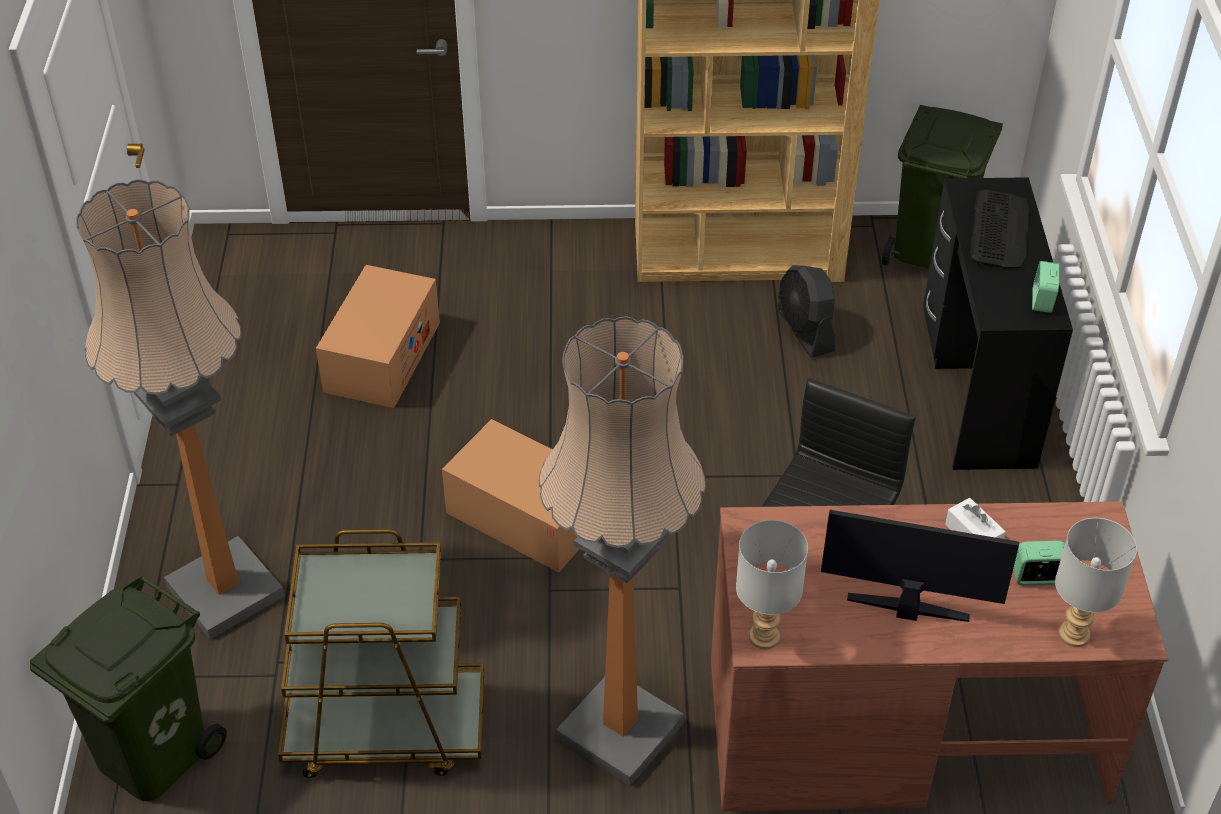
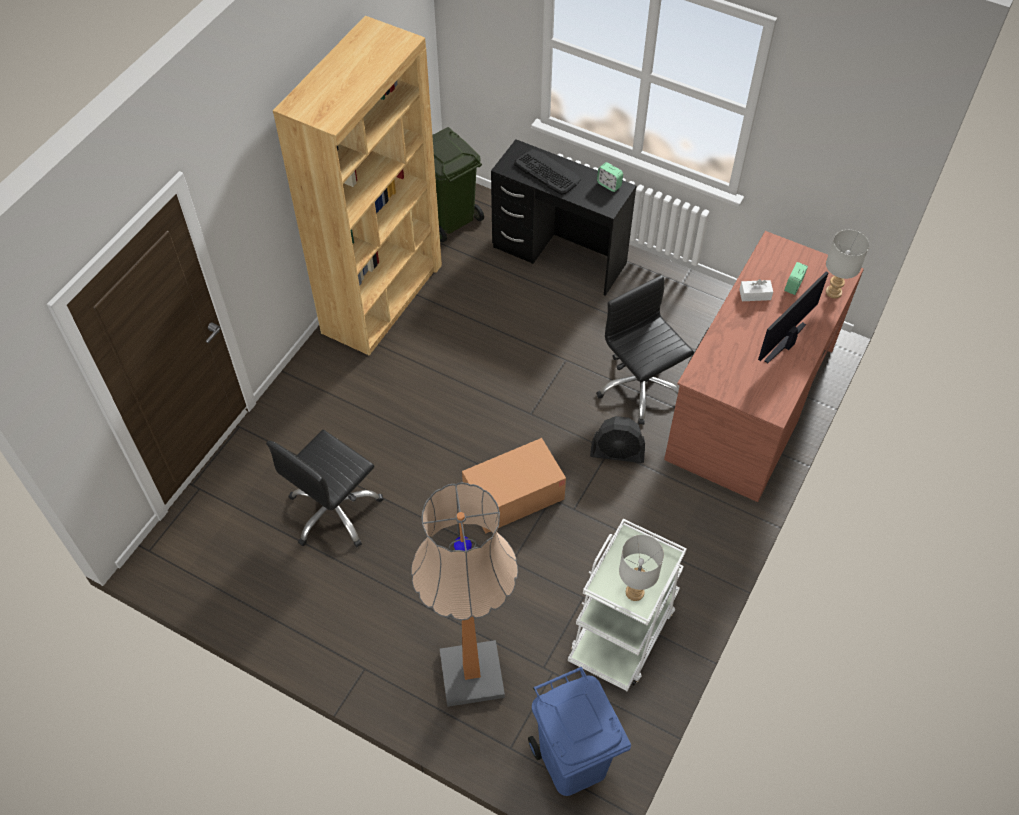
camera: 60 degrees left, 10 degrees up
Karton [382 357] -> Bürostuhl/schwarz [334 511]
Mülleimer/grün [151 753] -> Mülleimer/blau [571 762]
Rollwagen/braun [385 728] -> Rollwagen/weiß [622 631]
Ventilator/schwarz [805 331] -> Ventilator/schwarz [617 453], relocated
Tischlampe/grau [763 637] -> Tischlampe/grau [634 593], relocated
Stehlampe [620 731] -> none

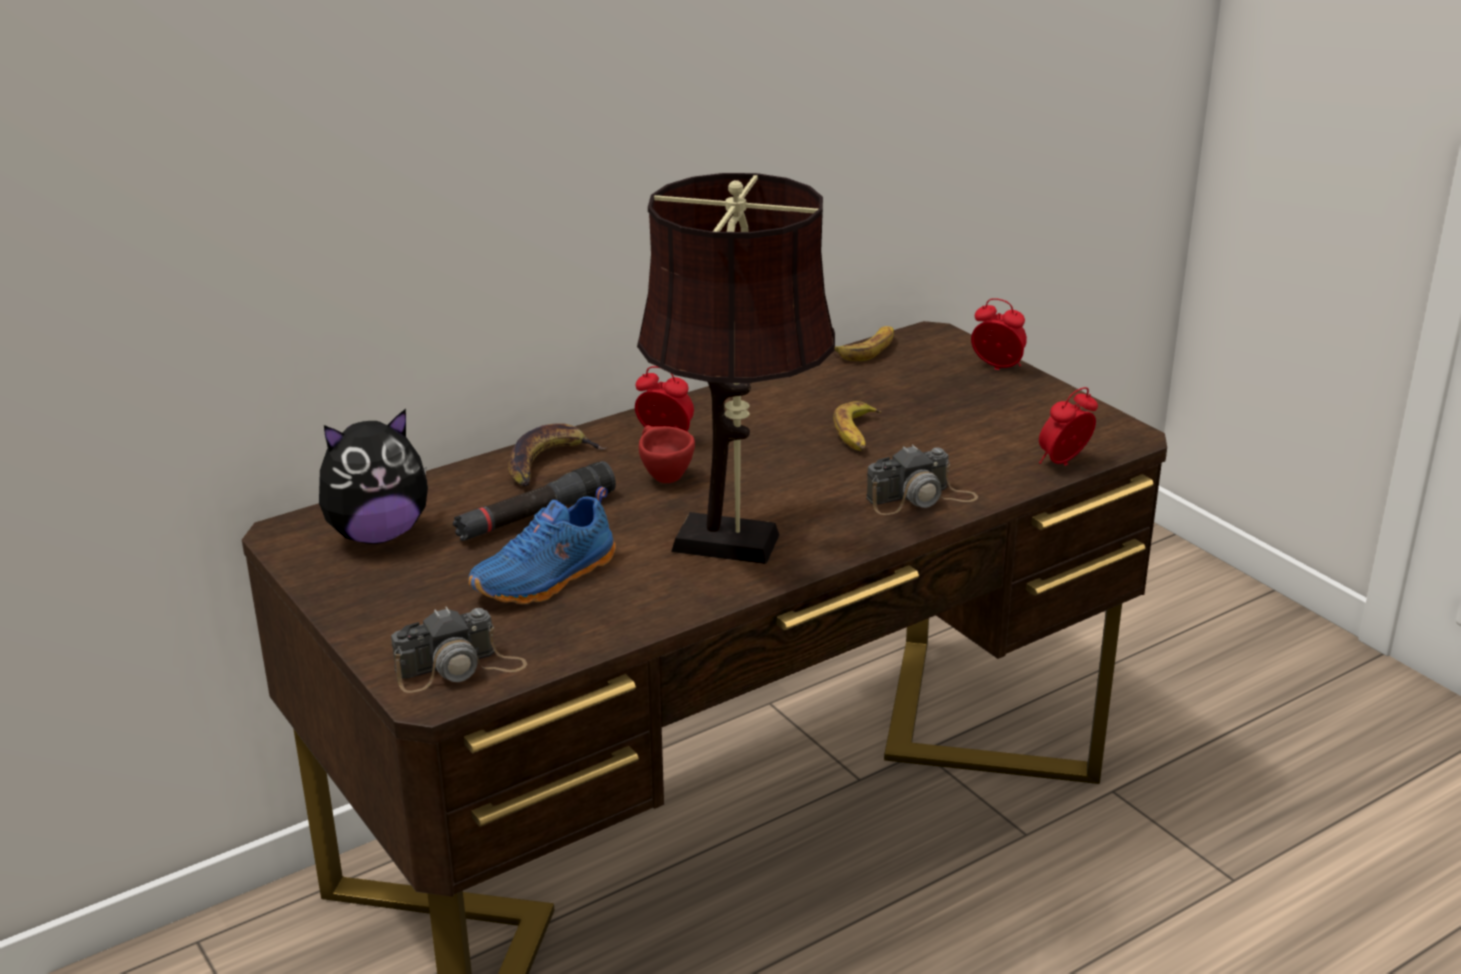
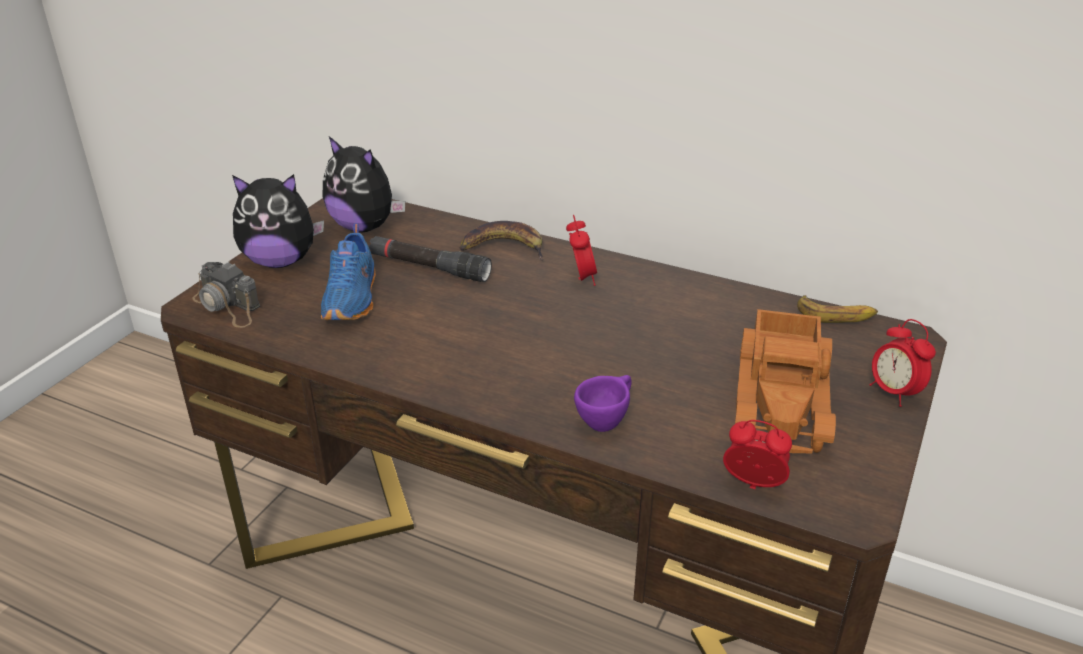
camera: 60 degrees right, 5 degrees up
none -> Plüschtier [280 261]
Schuh/blau [547 579] -> Schuh/blau [353 299], 105 degrees counterclockwise
Kamera [921 498] -> Tasse/lila [605 421]
none -> Spielzeuglaster [784 398]
Wecker [997 368] -> Wecker [893 393], 150 degrees clockwise
Tischlampe/braun [736 545] -> none
Tasse/rot [662 476] -> none
Banane [857 434] -> none

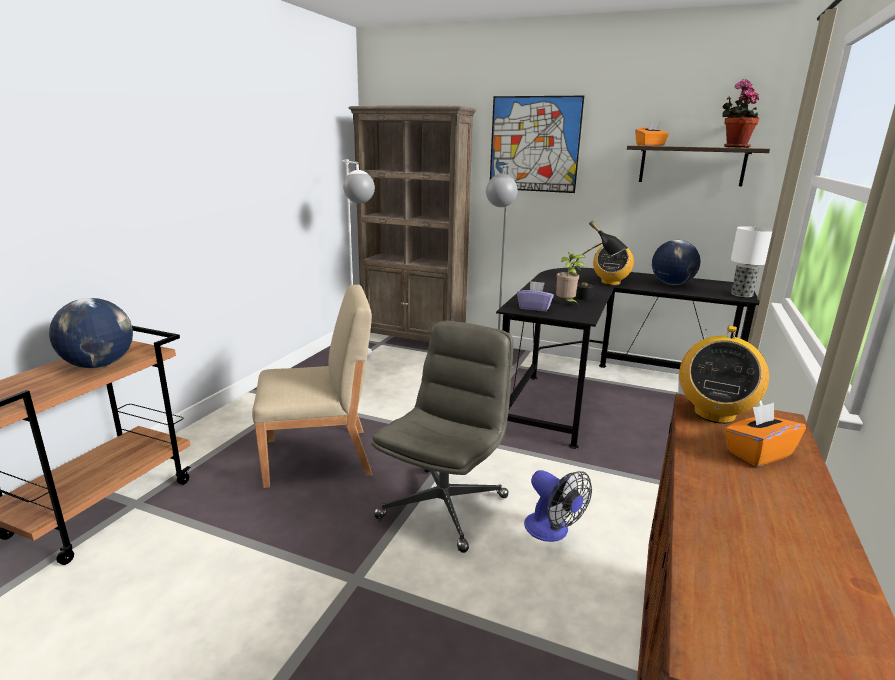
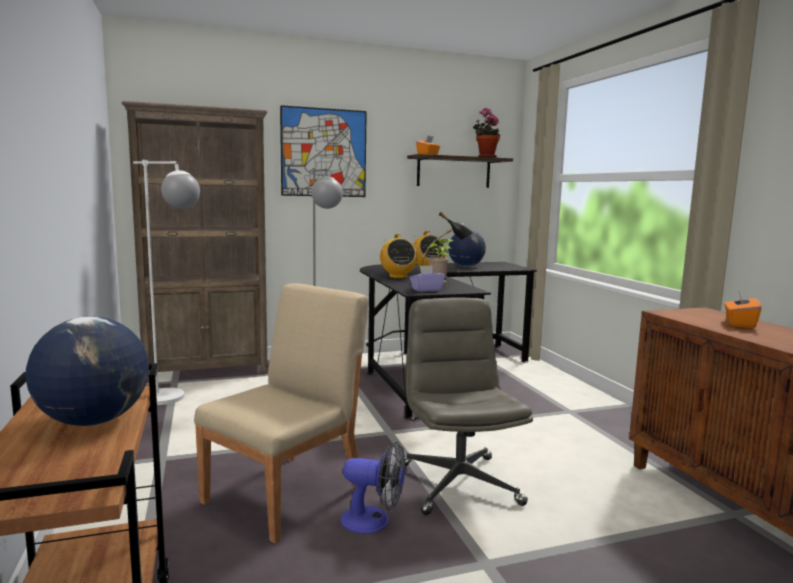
camera: 40 degrees left, 10 degrees down
Ventilator [552 531] -> Ventilator [374 521], relocated
Radio [714 414] -> Radio [398 277], relocated
Tischlampe [741 294] -> none

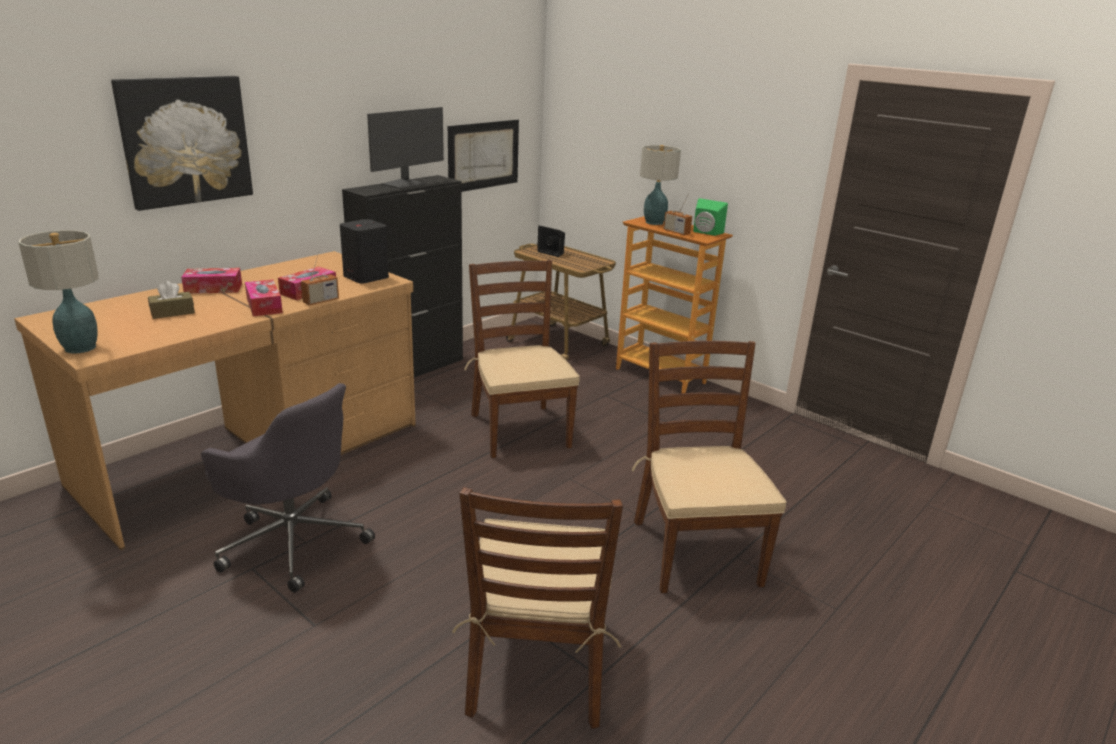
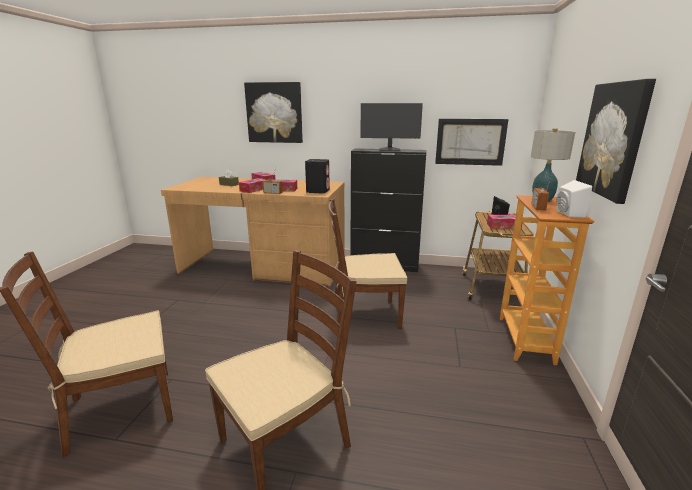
camera: 60 degrees right, 5 degrees down
Stuhl/braun [519 430] -> Stuhl/braun [365 315], 135 degrees counterclockwise
none -> Taschentuchbox [503 226]
Lautsprecher/grün [705 233] -> Lautsprecher/weiß [567 214]
none -> Bild [613 139]
Tischlampe [81 348] -> none
Bürostuhl/grau [293 541] -> none

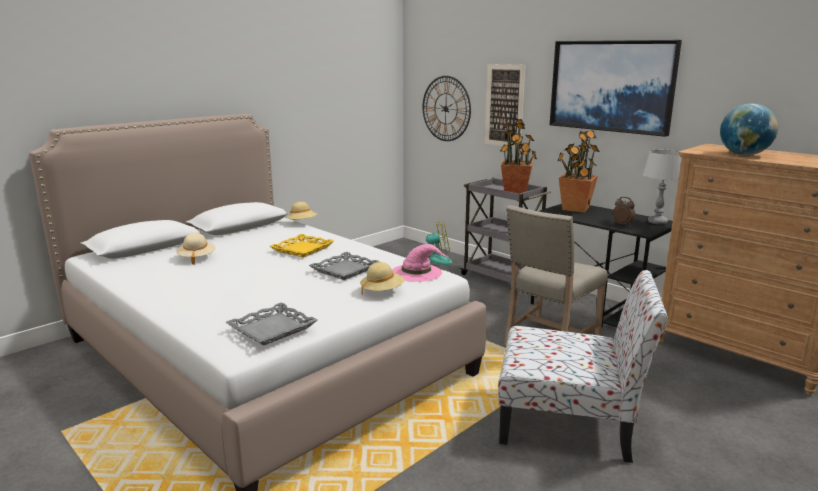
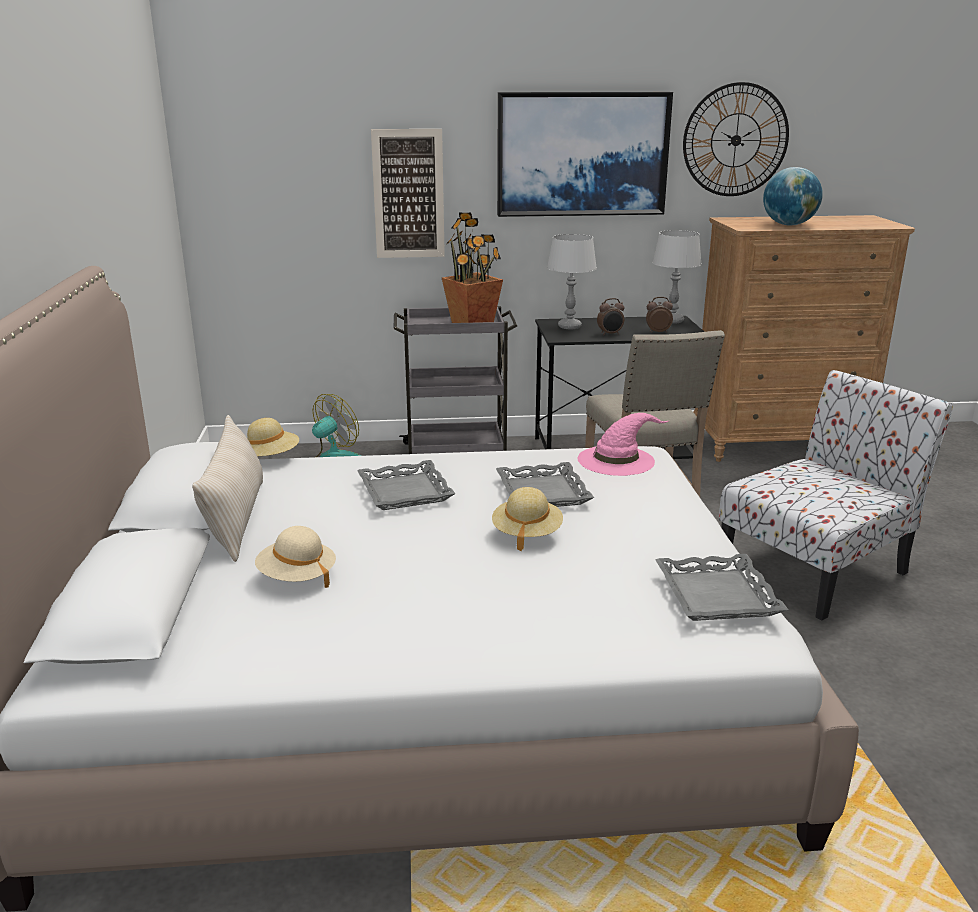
camera: 50 degrees left, 5 degrees up
none -> Kissen/beige [236 519]
Tablett/gelb [303 249] -> Tablett/grau [406 492]
Hut/beige [382 291] -> Hut/beige [526 533], relocated
Topfpflanze [575 208] -> Tischlampe/grau [569 326]
none -> Wecker [610 334]
Wanduhr [446 108] -> Wanduhr [735 140], relocated

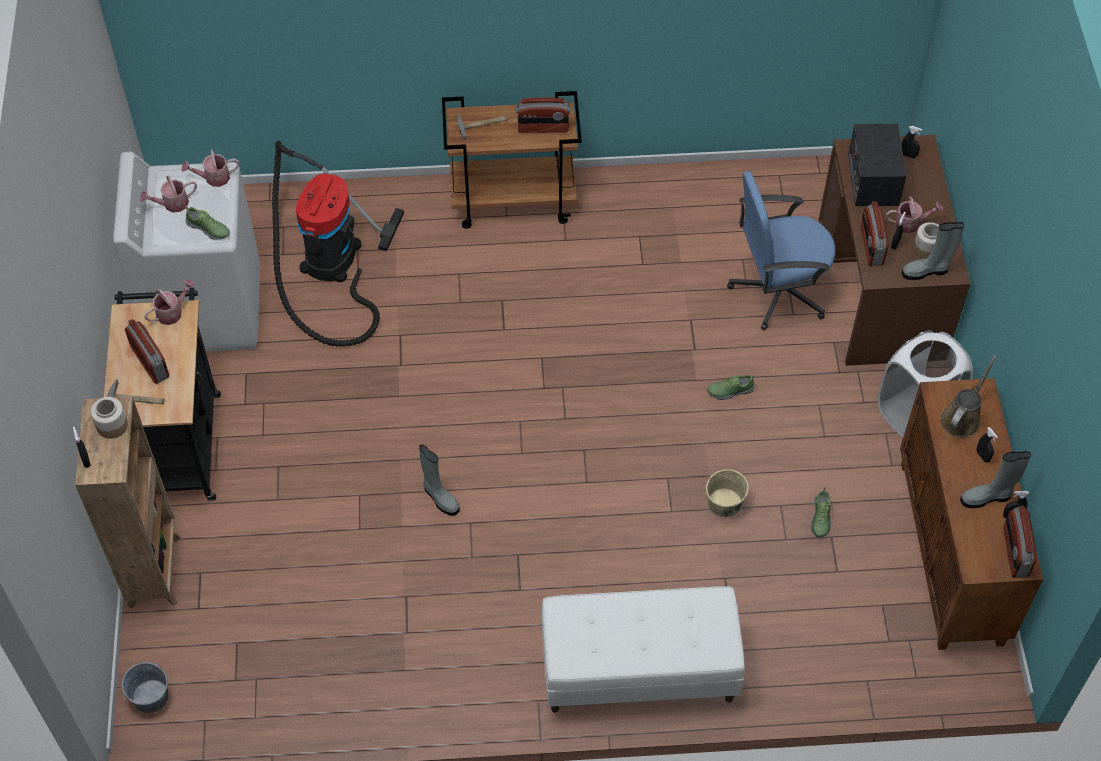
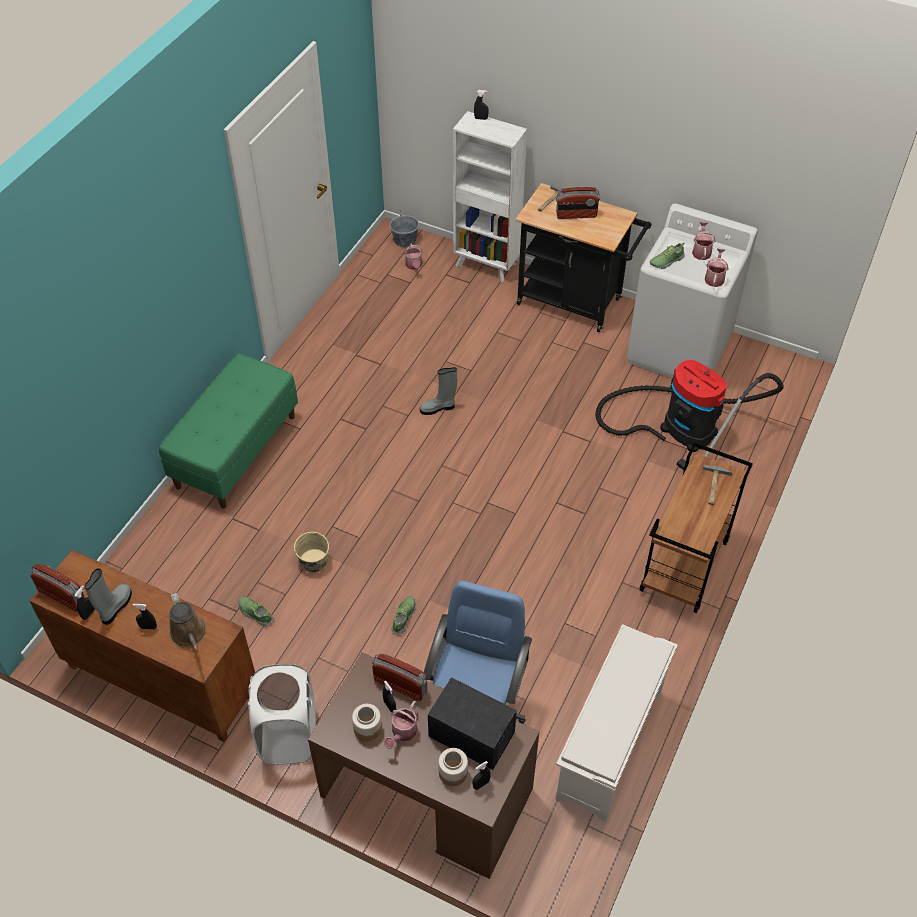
camera: 120 degrees right, 5 degrees down
Bank/weiß [638 672] -> Bank/grün [236 450]
Gießkanne [172 312] -> Gießkanne [414 266], relocated
Vorratsglas [112 425] -> Vorratsglas [453 772], relocated
Bücherregal/braun [155 569] -> Bücherregal/weiß [487 265]
none -> Schuhregal/weiß [610 746]
Radio [543 128] -> none
Stiefel/grau [926 271] -> none

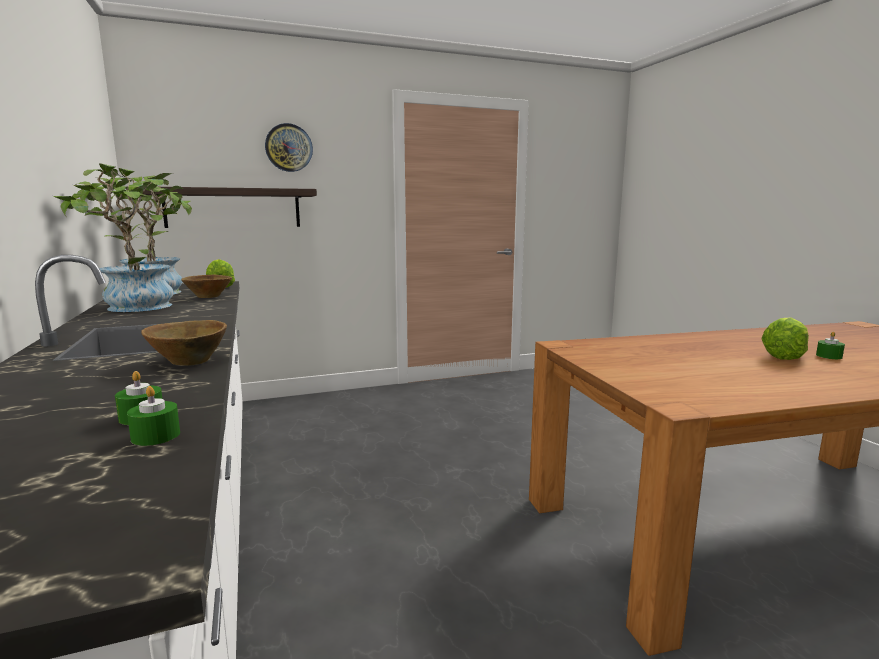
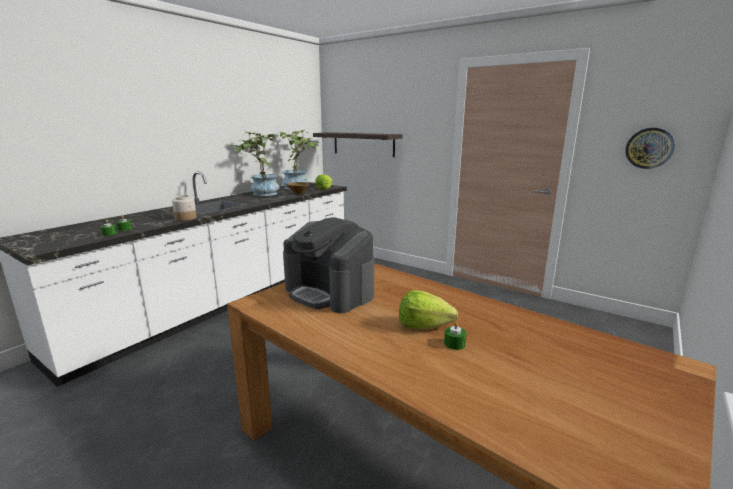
camera: 55 degrees right, 5 degrees up
Schüssel/braun [188 361] -> Vorratsglas [186 218]
none -> Kaffeemaschine [330 292]
Wanduhr [289 148] -> Wanduhr [649 148], relocated

